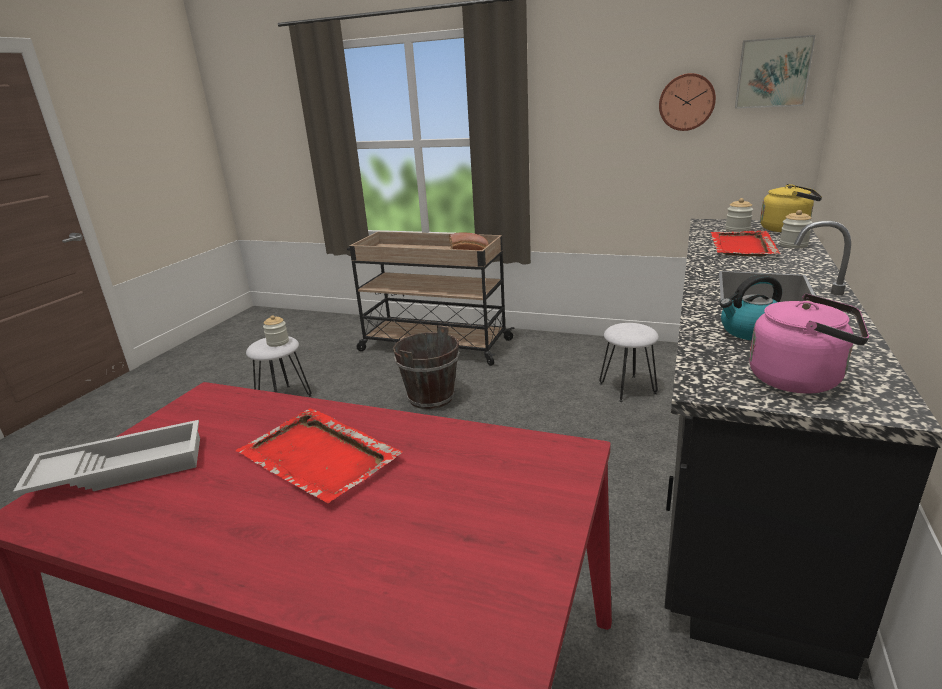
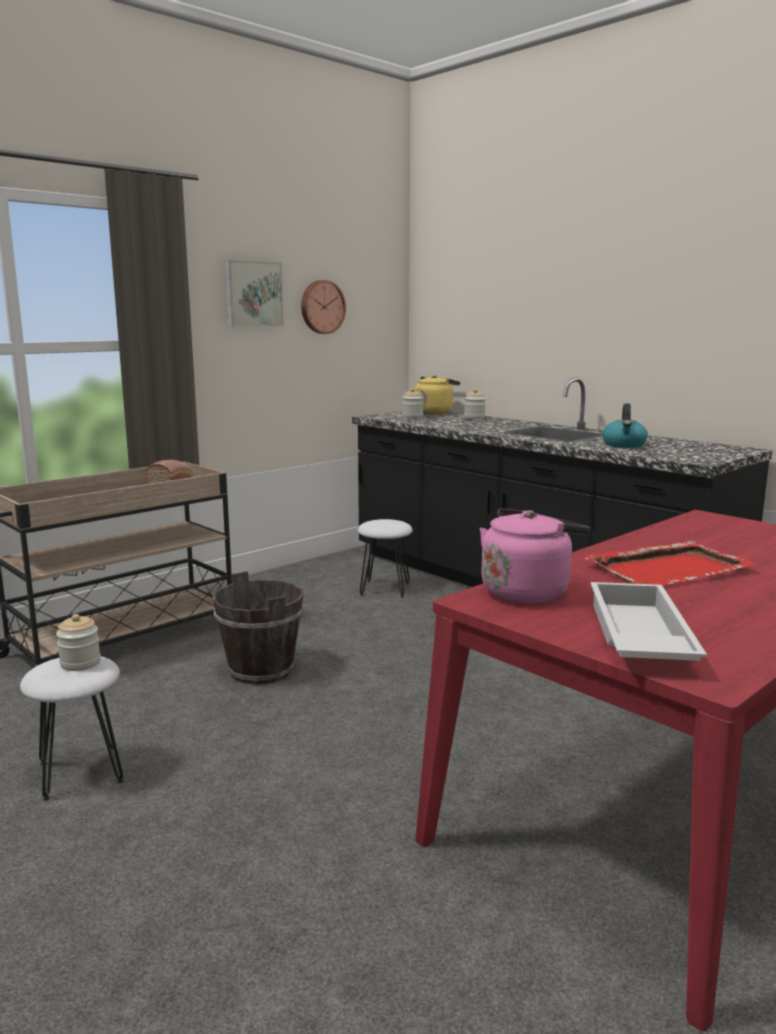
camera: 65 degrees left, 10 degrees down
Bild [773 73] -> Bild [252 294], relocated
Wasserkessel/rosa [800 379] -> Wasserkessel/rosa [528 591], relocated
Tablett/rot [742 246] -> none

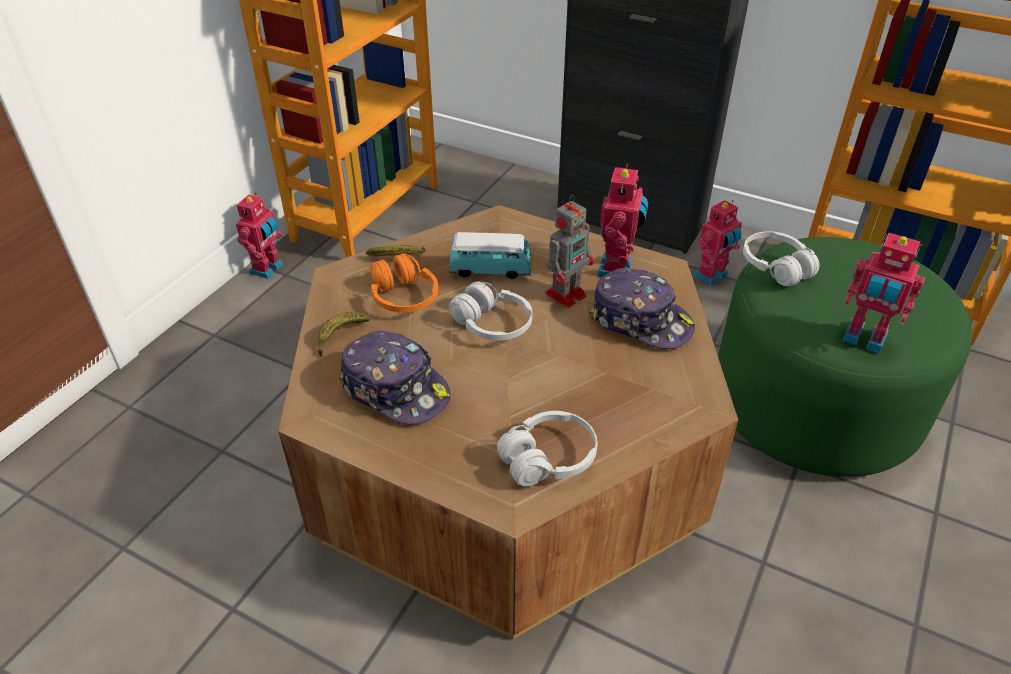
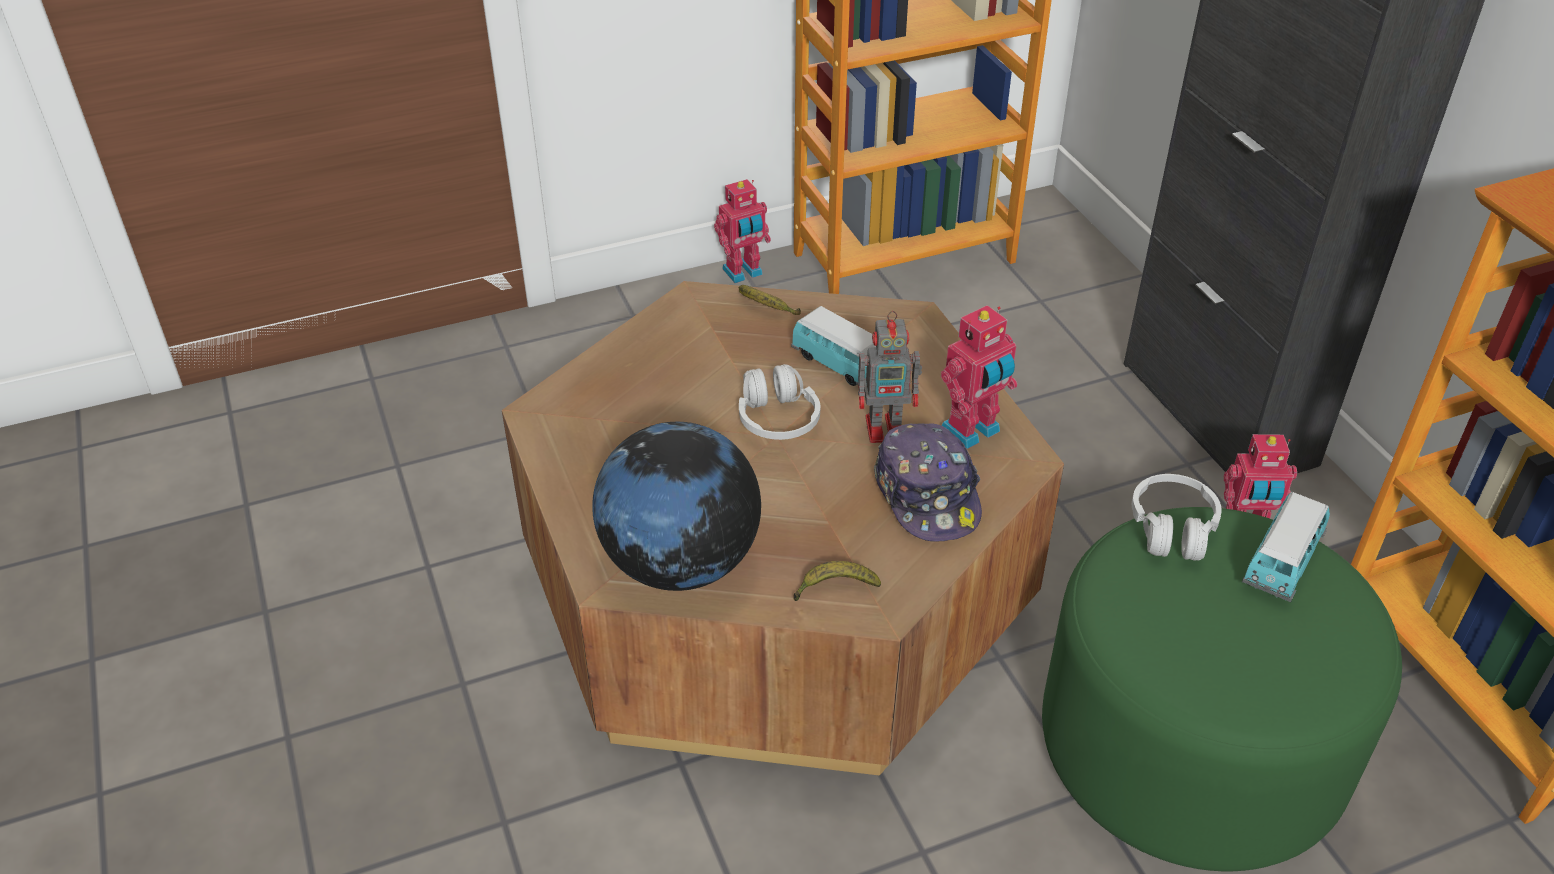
camera: 40 degrees right, 0 degrees up
Kopfhörer/weiß [548 459] -> Globus [680 563]
Banane [340 336] -> Banane [834 588], relocated
none -> Spielzeugauto [1282 563]
Kappe [396 389] -> none
Kopfhörer/orange [403 297] -> none
Spielzeugroboter [864 339] -> none

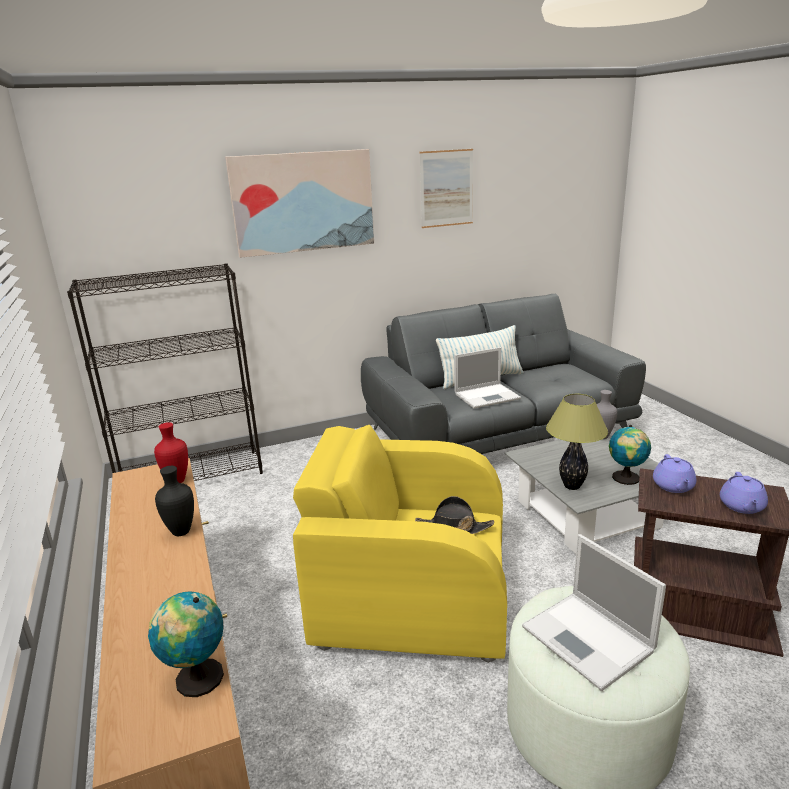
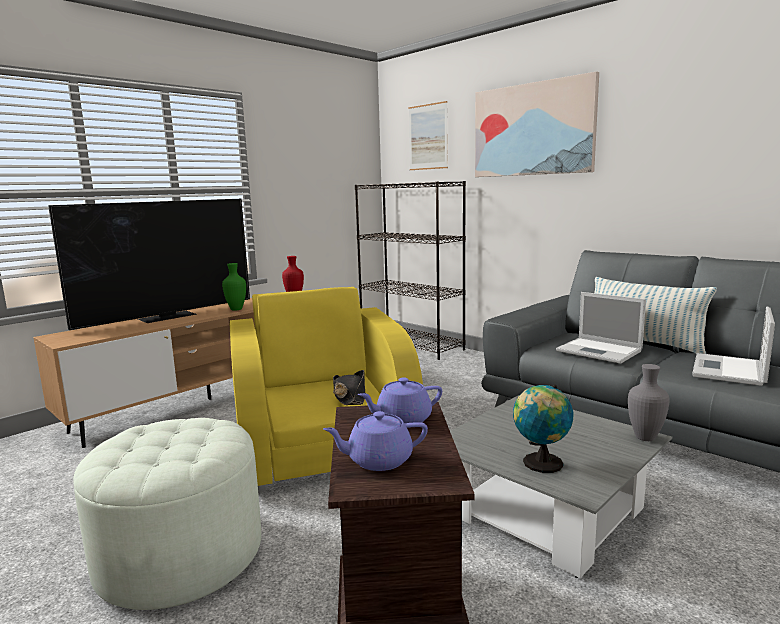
camera: 65 degrees right, 10 degrees down
none -> Fernseher [168 316]
Vase/schwarz [180 531] -> Vase/grün [236 309]
Bild [446 188] -> Bild [428 137], relocated
Laptop [589 640] -> Laptop [729 370], relocated
Globus [196 679] -> none
Tischlampe [572 486] -> none

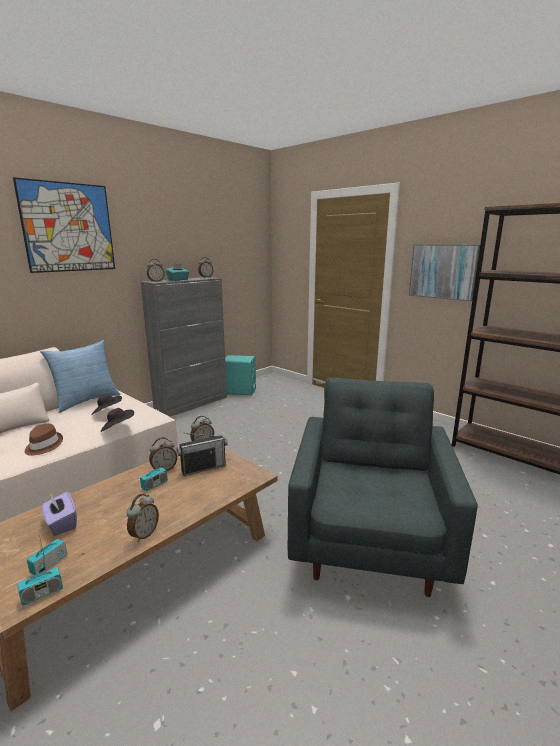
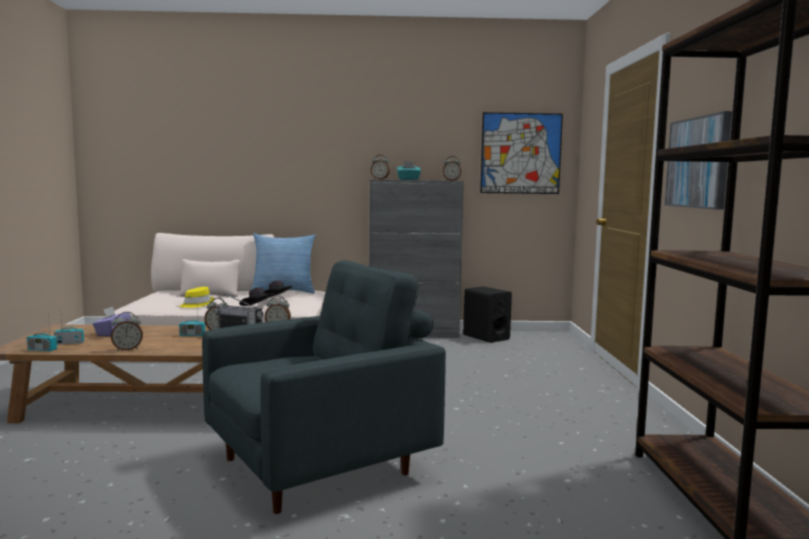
camera: 45 degrees right, 10 degrees down
Hut/braun [43 446] -> Hut/gelb [197 304]
Lautsprecher/türkis [240 391] -> Lautsprecher/schwarz [486 337]
Bild [68 227] -> Bild [521 153], relocated

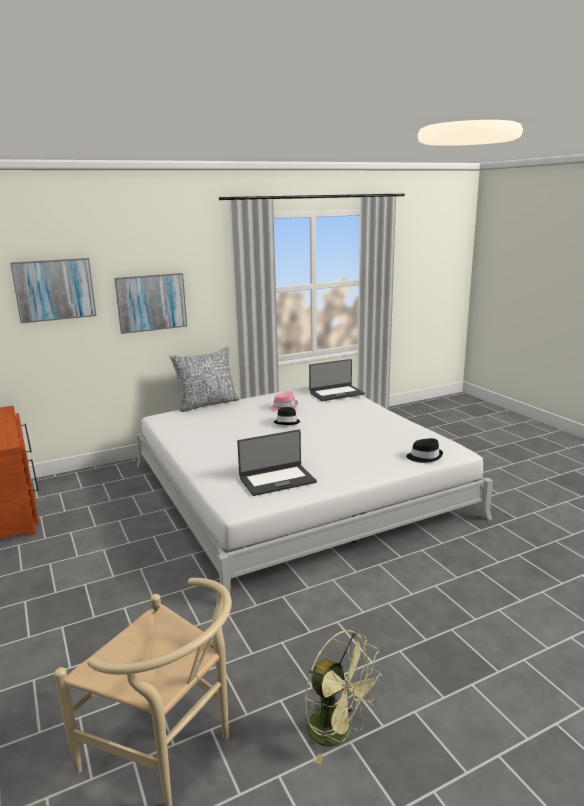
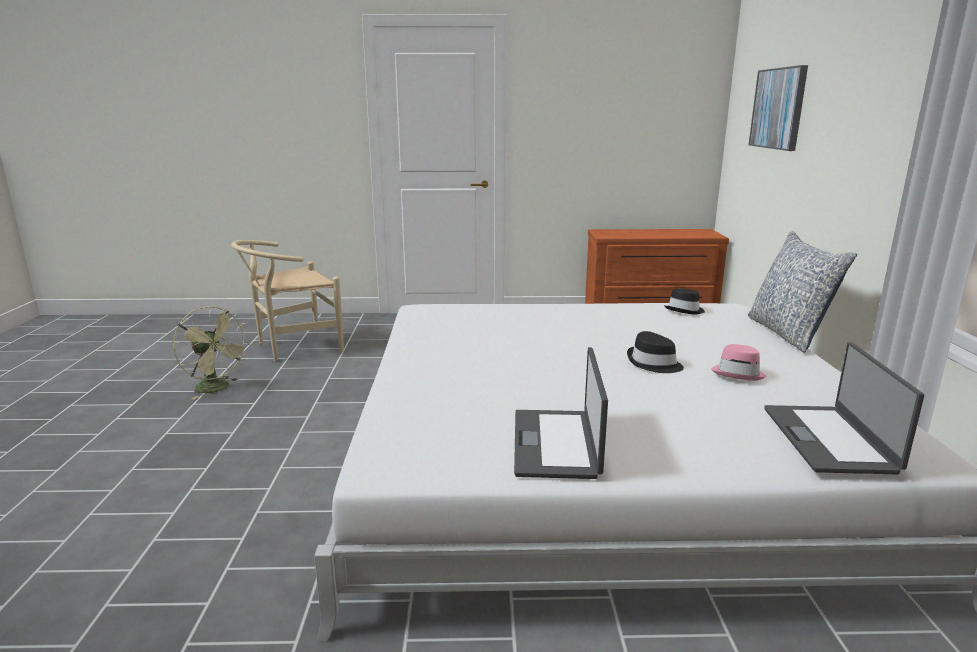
camera: 115 degrees right, 0 degrees up
Ventilator/grün [337 733] -> Ventilator/grün [218 388], 120 degrees counterclockwise
Laptop [277 480] -> Laptop [557 443], relocated
Hut/schwarz [424 457] -> Hut/schwarz [685 310], relocated
Bild [151 302] -> none

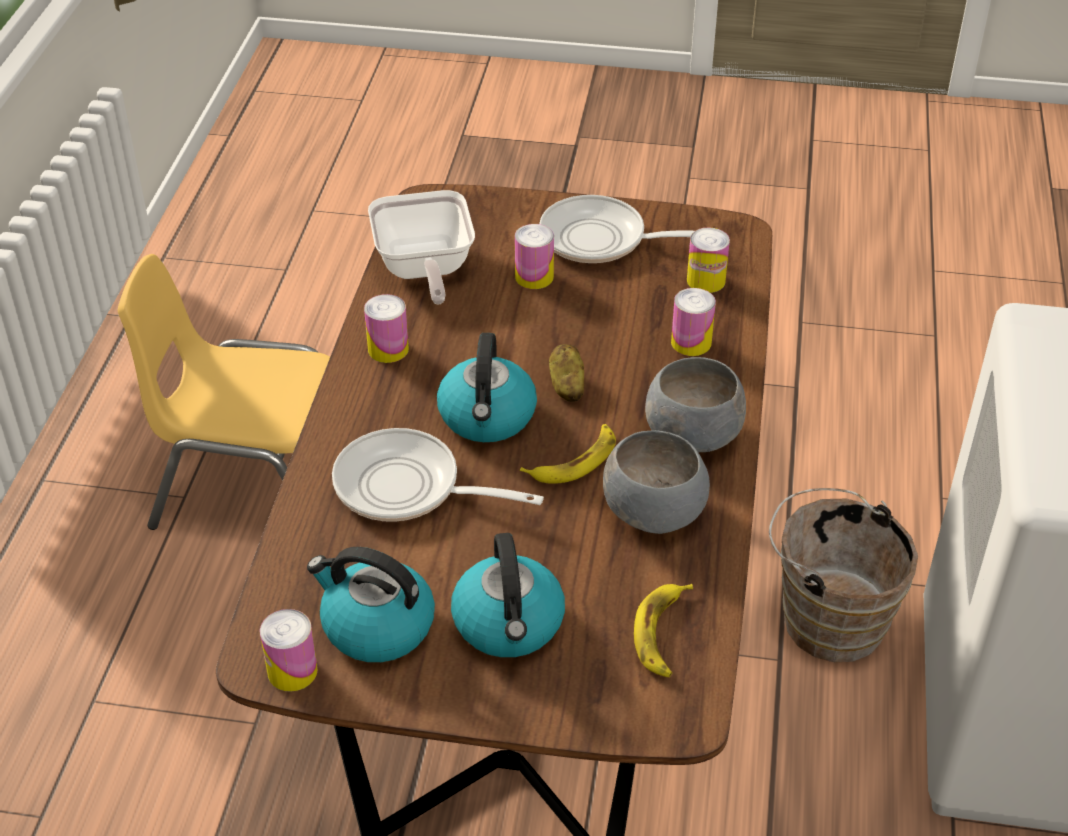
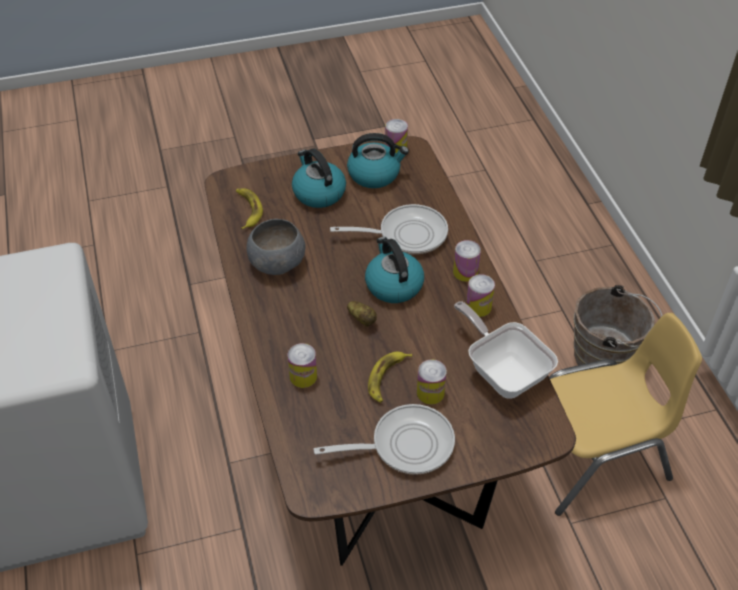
camera: 155 degrees right, 5 degrees up
Banane [574 460] -> Banane [387 378], relocated
Dose [706 280] -> Dose [465 272], relocated
Eimer/braun [827 618] -> Eimer/braun [607 358], relocated
Schüssel/grau [692 433] -> none

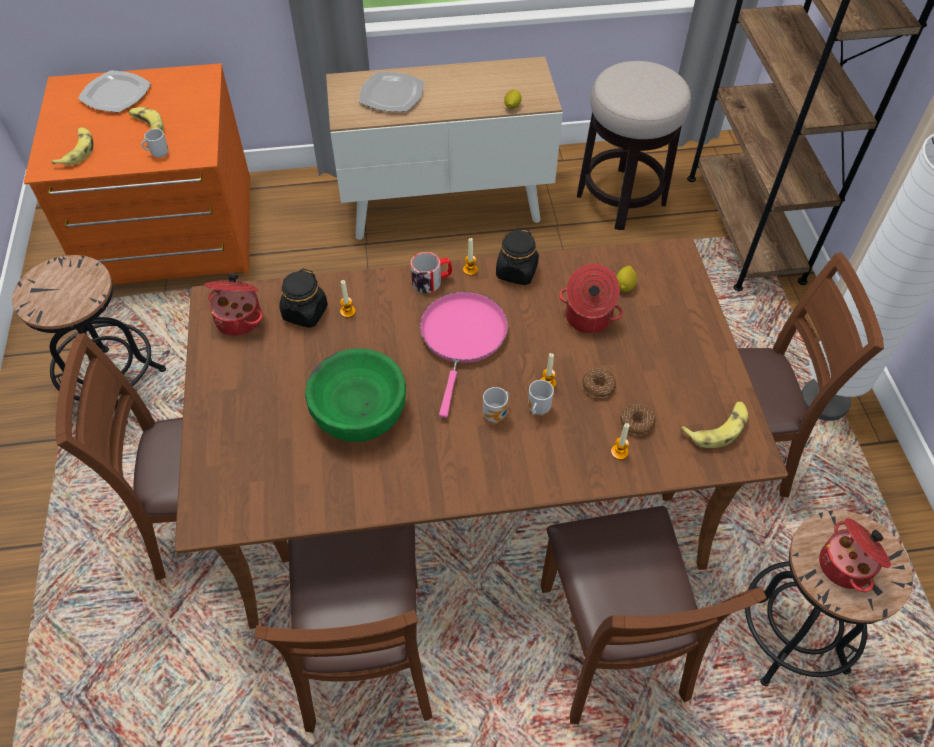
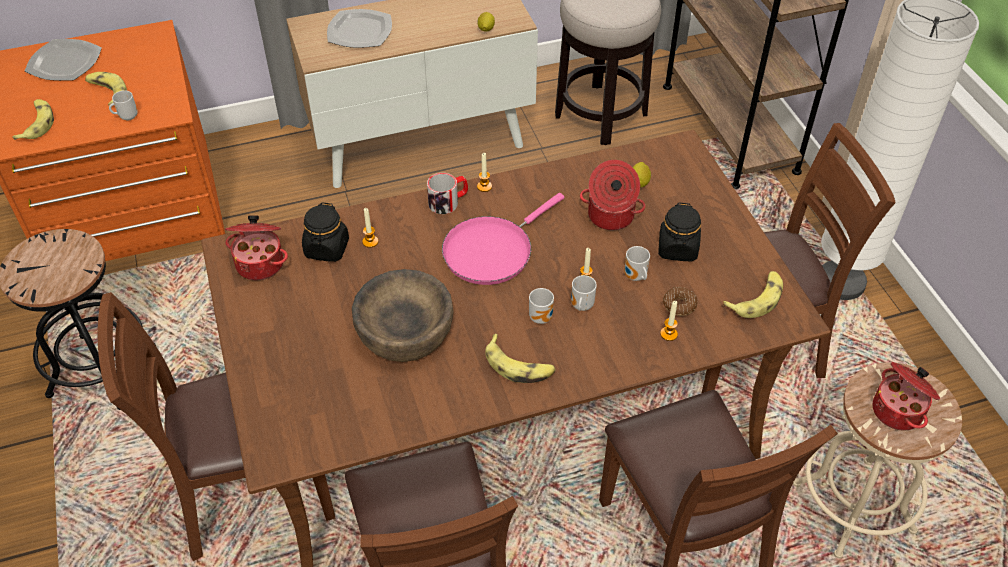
camera: 10 degrees left, 5 degrees down
Schüssel/grün [359 411] -> Schüssel/braun [405 333]
Pfanne/rosa [463 338] -> Pfanne/rosa [492 251], 135 degrees counterclockwise
none -> Banane [519 366]
Donut [598 386] -> Henkelbecher [635 277]
Vorratsglas/schwarz [516 272] -> Vorratsglas/schwarz [677 249], relocated
Hocker/schwarz [790 635] -> Hocker/beige [853 507]

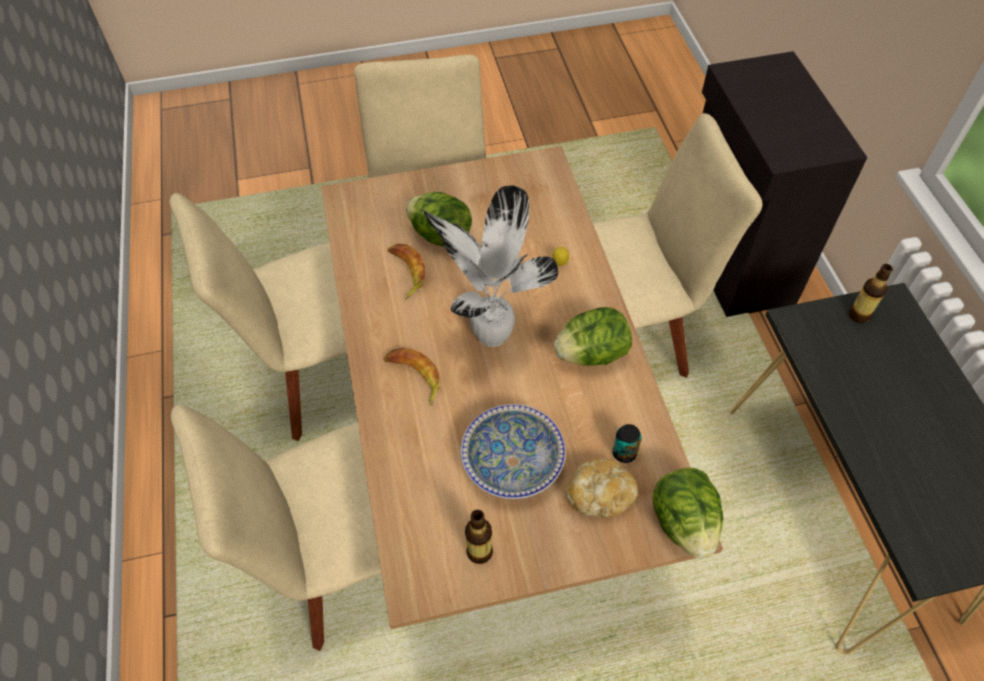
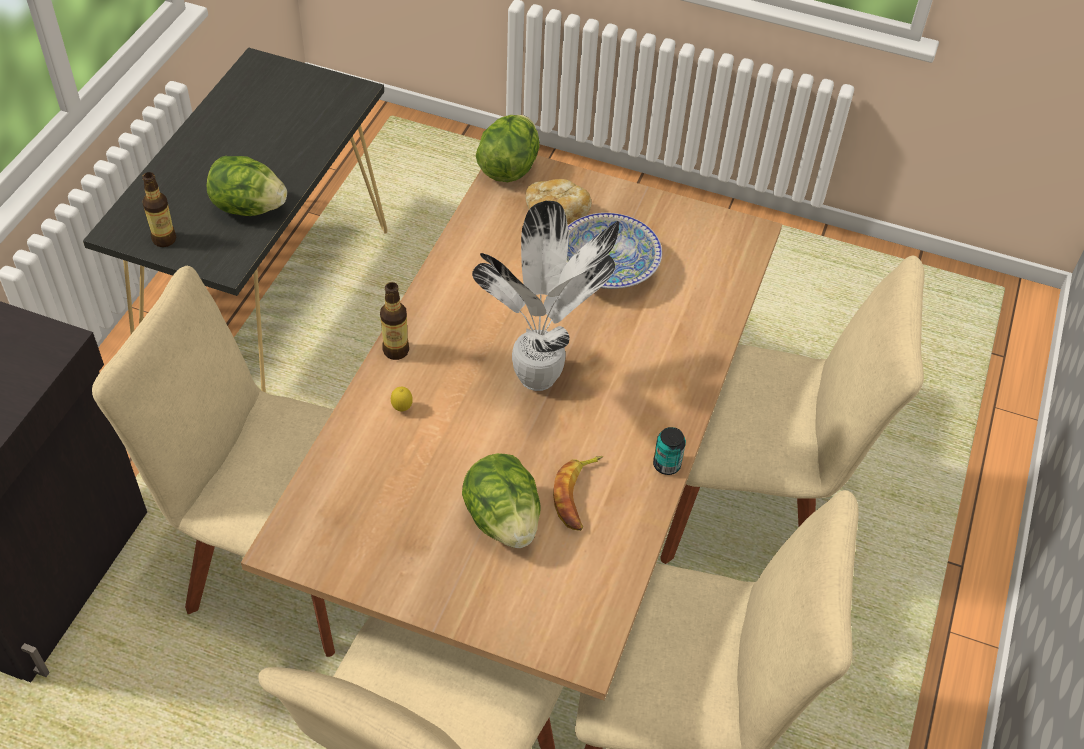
camera: 150 degrees left, 5 degrees down
Salatkopf [592 354] -> Salatkopf [248 207], relocated
Flasche [479 552] -> Flasche [396 350], relocated
Dose [624 453] -> Dose [666 465], relocated
Banane [414 377] -> none

